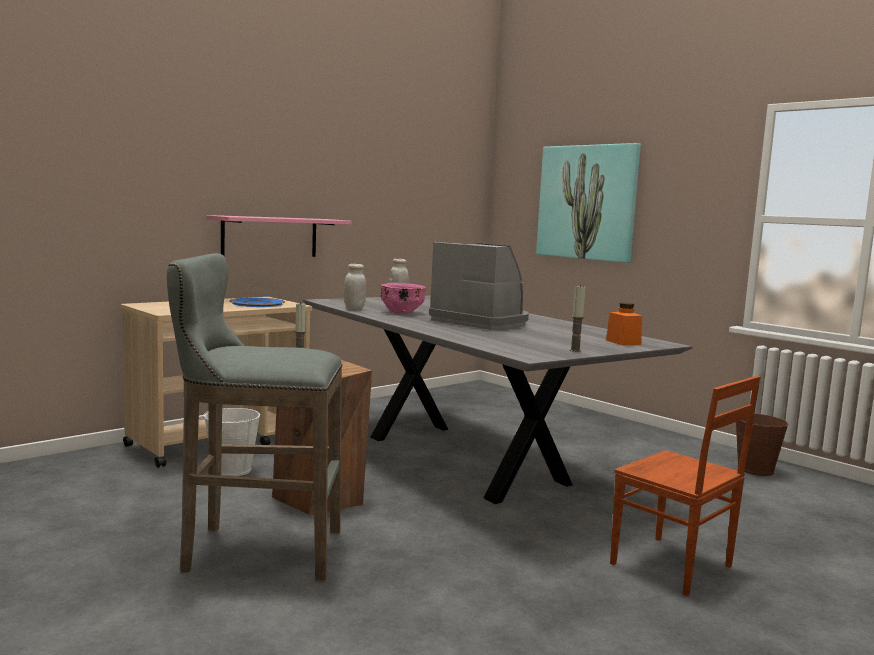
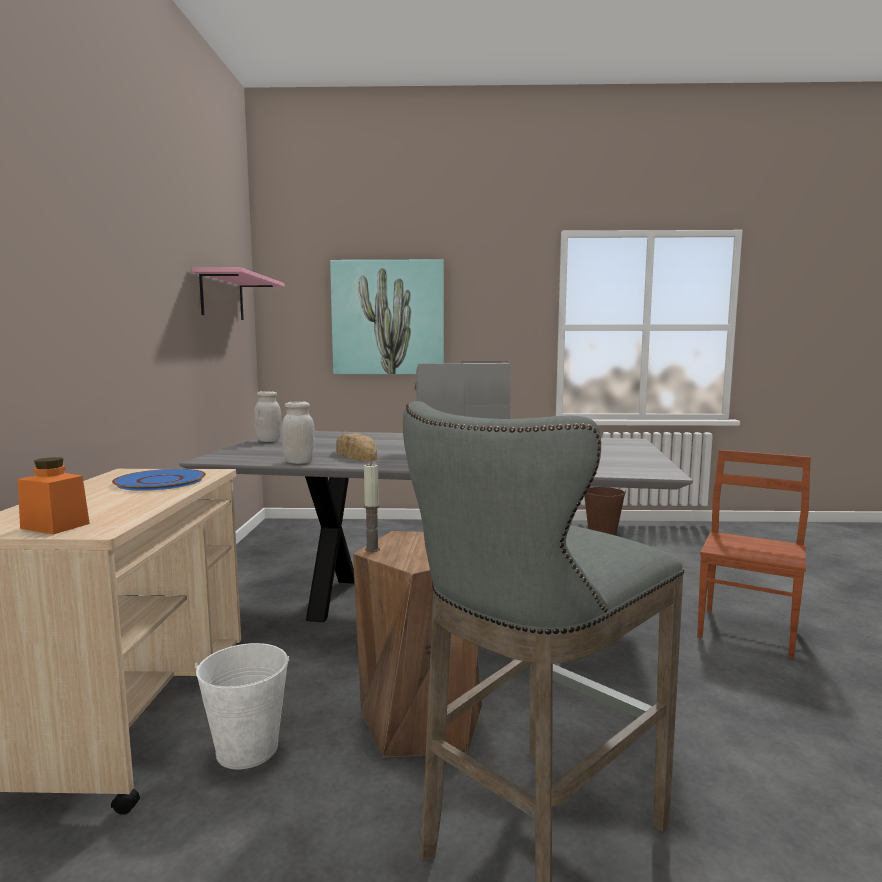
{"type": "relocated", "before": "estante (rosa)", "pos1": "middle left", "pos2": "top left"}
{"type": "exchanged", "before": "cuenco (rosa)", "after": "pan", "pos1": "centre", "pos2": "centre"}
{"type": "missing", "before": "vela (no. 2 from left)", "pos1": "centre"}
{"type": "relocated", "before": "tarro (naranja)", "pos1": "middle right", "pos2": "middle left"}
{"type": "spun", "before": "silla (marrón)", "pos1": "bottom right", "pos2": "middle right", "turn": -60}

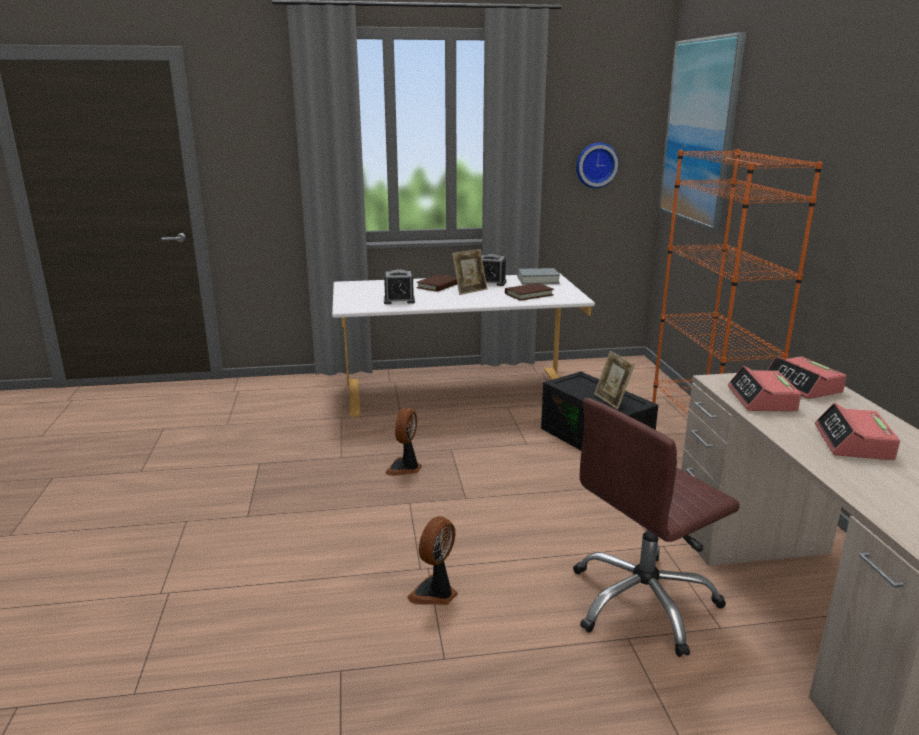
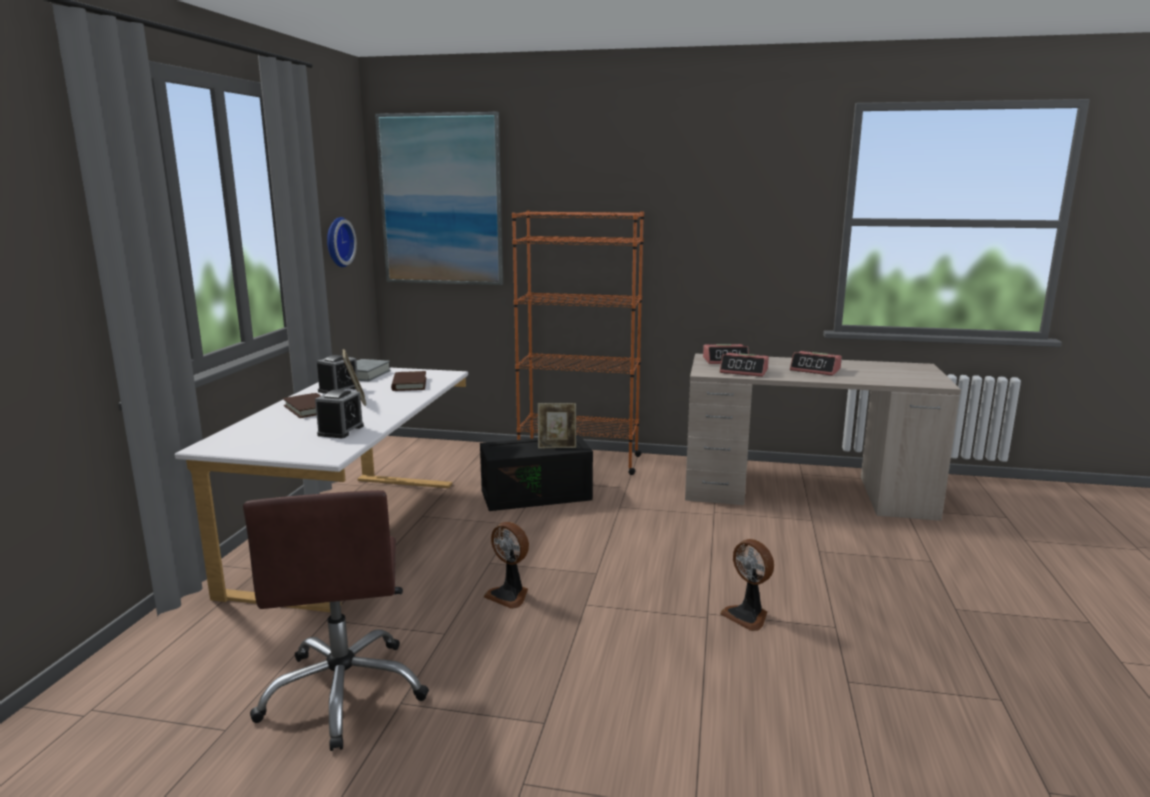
{"type": "relocated", "before": "silla de oficina (marrón)", "pos1": "bottom right", "pos2": "bottom left"}

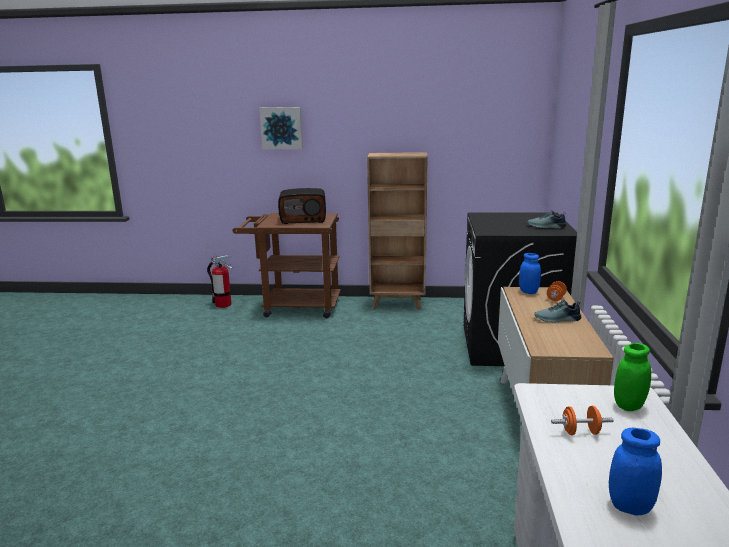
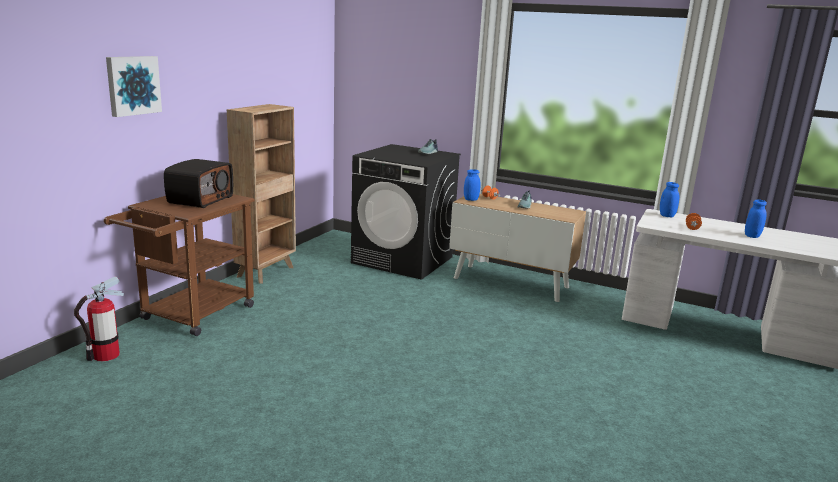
{"type": "colour", "before": "tarro (verde)", "after": "tarro (azul) (no. 2 from left)", "pos1": "bottom right", "pos2": "middle right"}

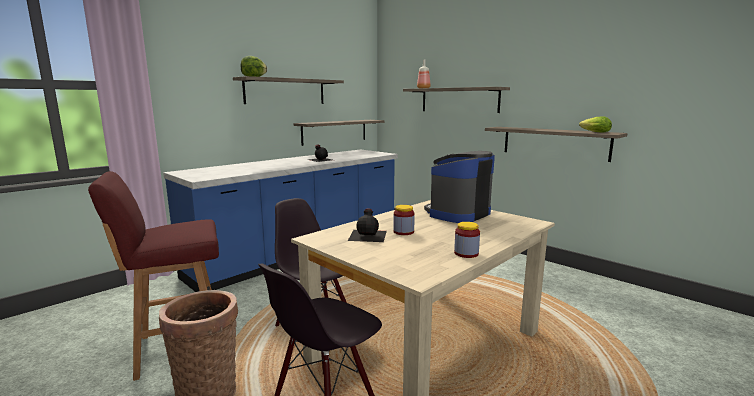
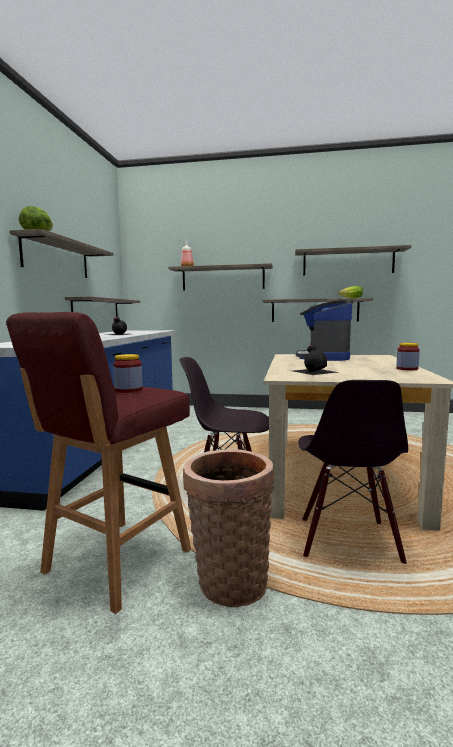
{"type": "relocated", "before": "tarro (no. 1 from left)", "pos1": "centre", "pos2": "middle left"}
{"type": "appeared", "after": "estante (no. 5 from left)", "pos2": "middle right"}

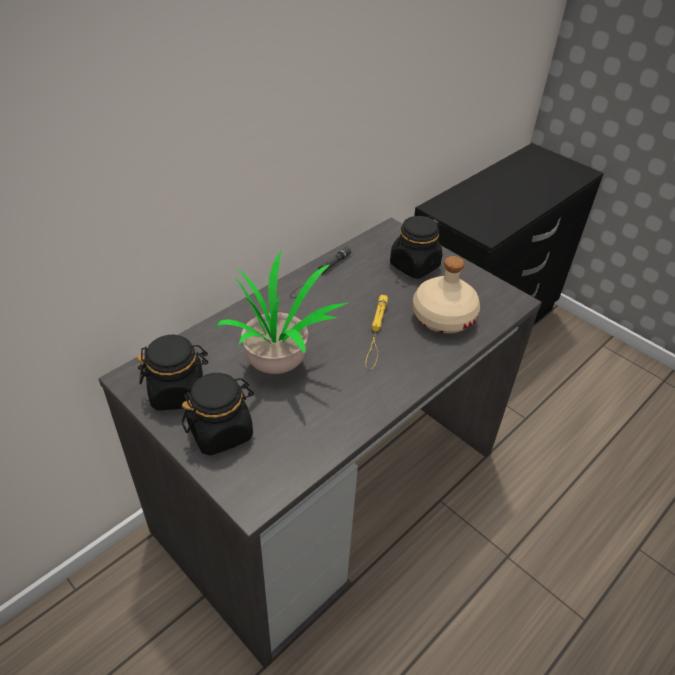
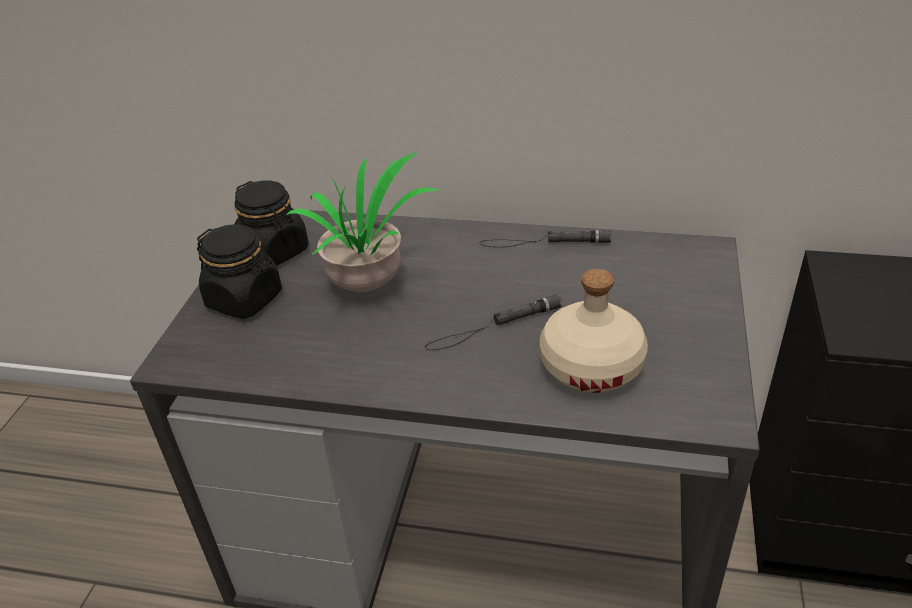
{"type": "missing", "before": "tarro (negro) (no. 3 from left)", "pos1": "centre"}
{"type": "colour", "before": "linterna (amarillo)", "after": "linterna (negro) (no. 1 from left)", "pos1": "centre", "pos2": "centre"}

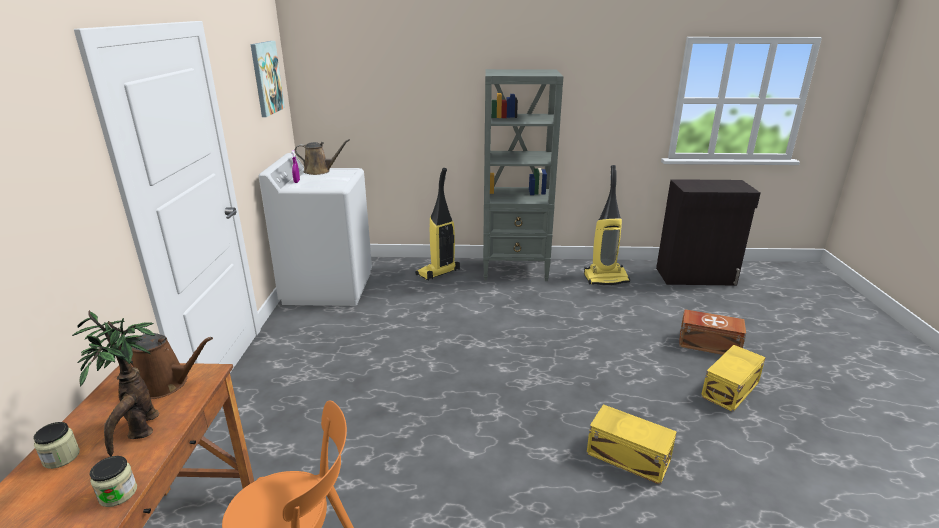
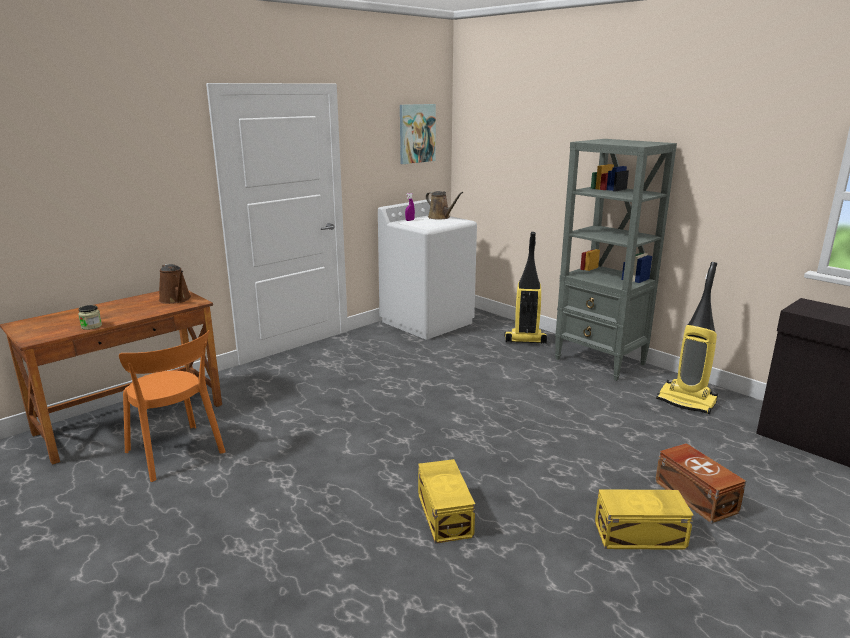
{"type": "missing", "before": "planta en maceta", "pos1": "bottom left"}
{"type": "missing", "before": "tarro (no. 1 from left)", "pos1": "bottom left"}

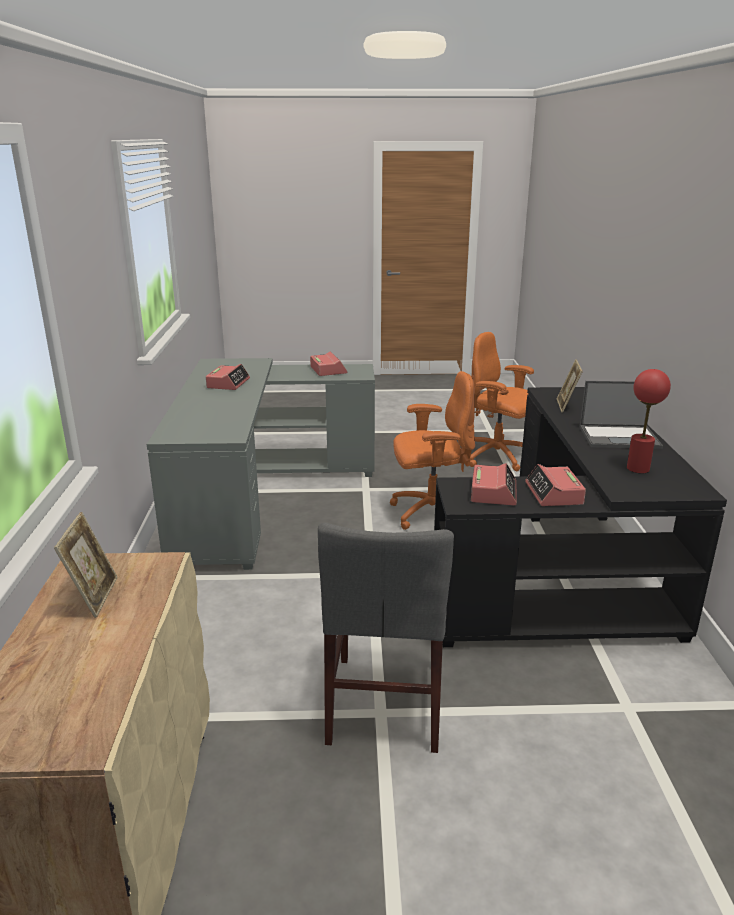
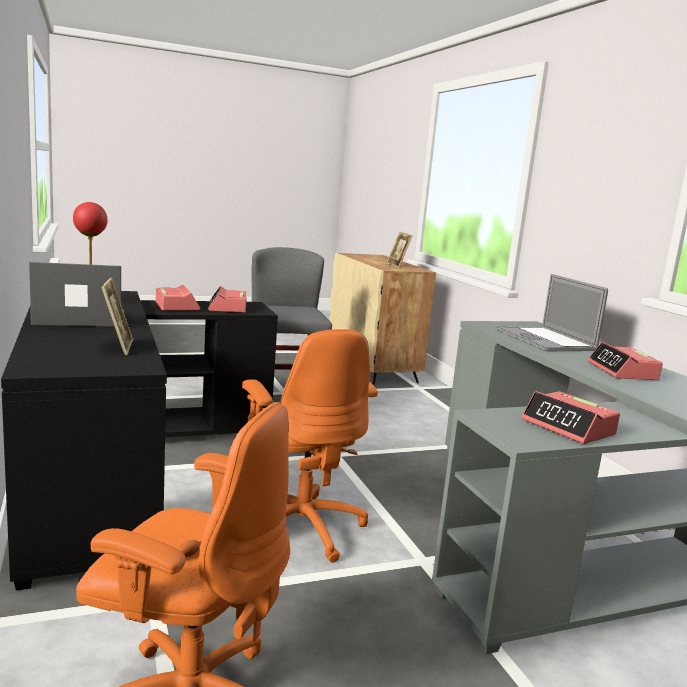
{"type": "spun", "before": "silla de oficina (naranja) (no. 1 from left in the first image)", "pos1": "centre", "pos2": "centre", "turn": -90}
{"type": "appeared", "after": "portátil (no. 2 from left)", "pos2": "middle right"}

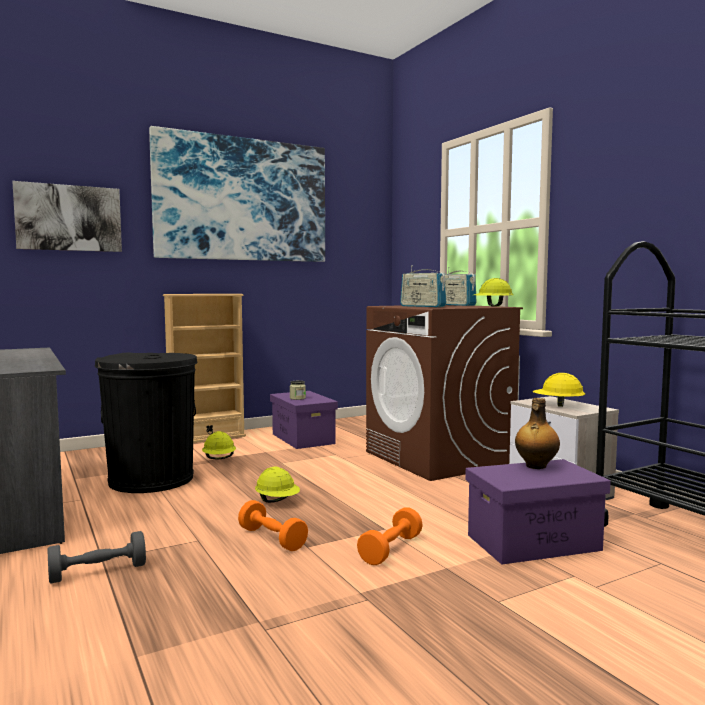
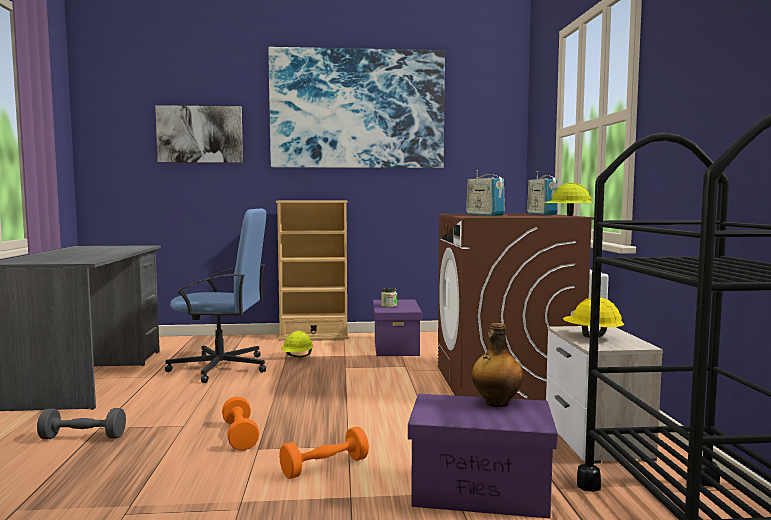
{"type": "exchanged", "before": "papelera (negro)", "after": "silla de oficina (azul)", "pos1": "middle left", "pos2": "middle left"}
{"type": "missing", "before": "casco (amarillo) (no. 2 from left)", "pos1": "bottom centre"}

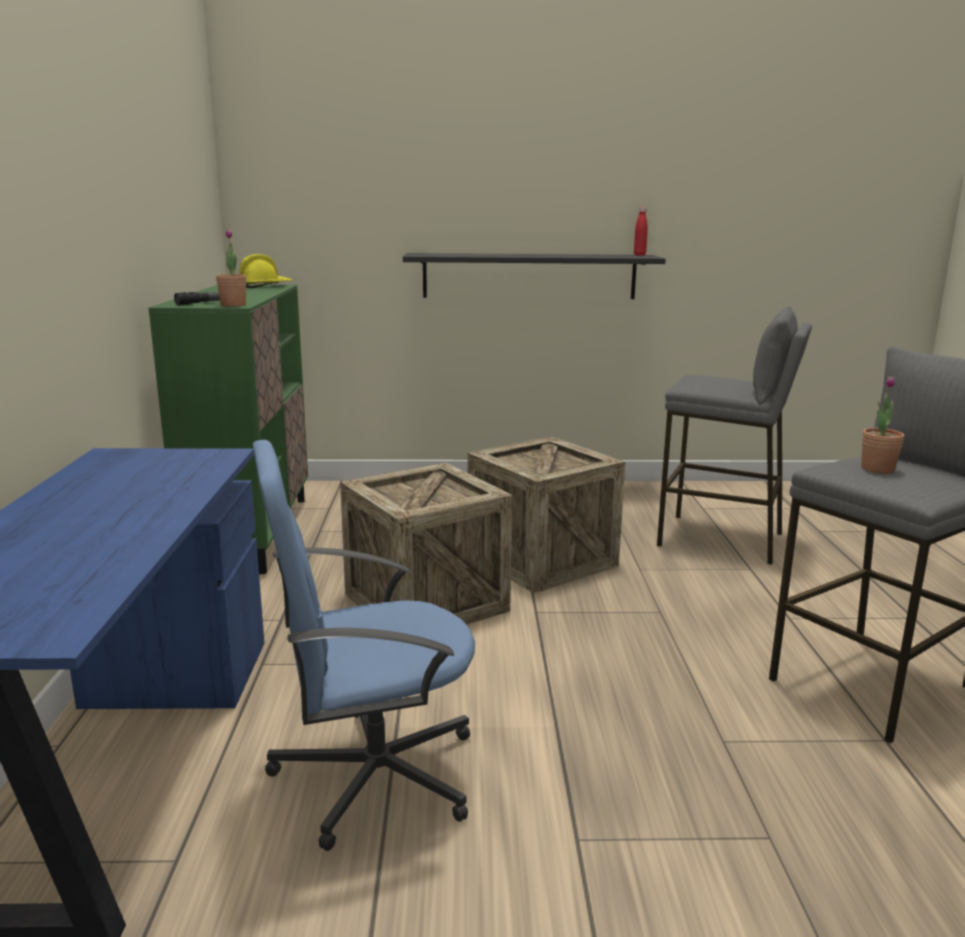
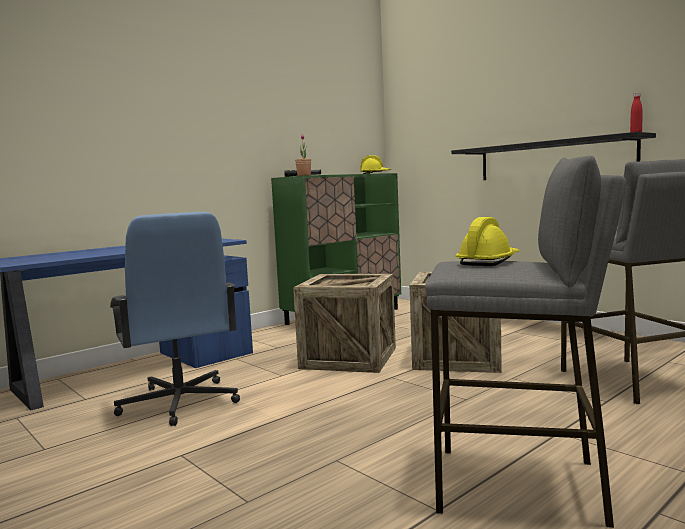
{"type": "exchanged", "before": "planta en maceta (no. 2 from left)", "after": "casco (amarillo) (no. 2 from left)", "pos1": "middle right", "pos2": "middle right"}
{"type": "spun", "before": "silla de oficina (azul)", "pos1": "bottom centre", "pos2": "middle left", "turn": -150}

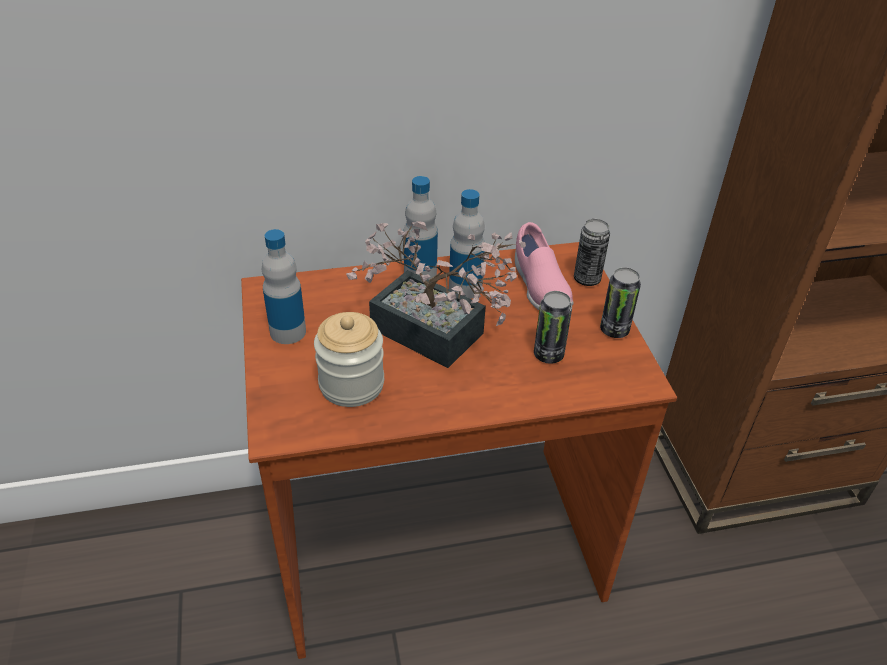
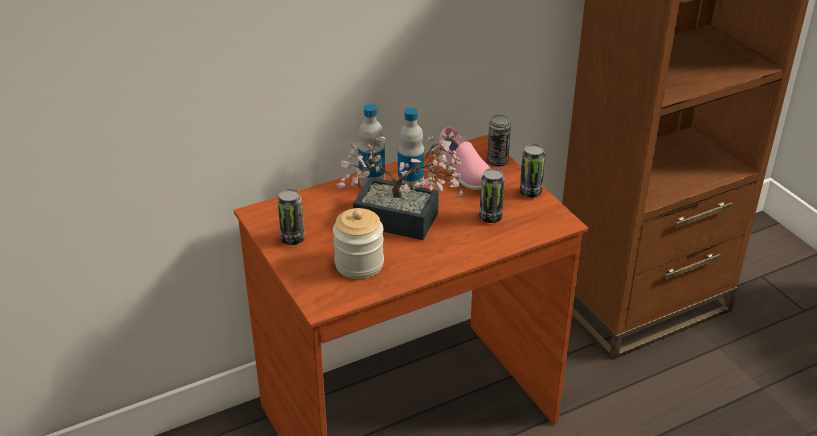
{"type": "exchanged", "before": "botella (no. 1 from left)", "after": "lata (no. 1 from left)", "pos1": "middle left", "pos2": "centre"}

